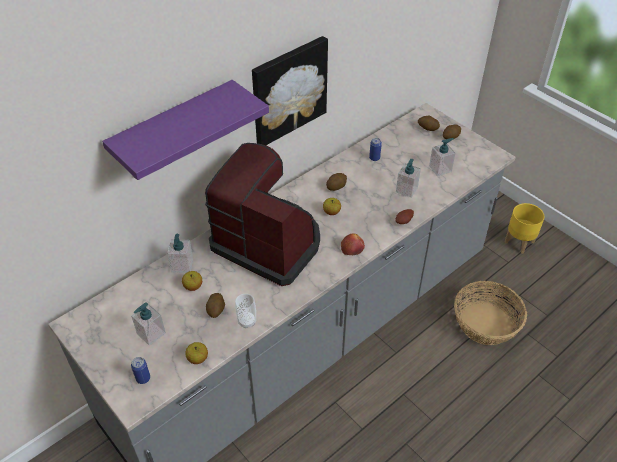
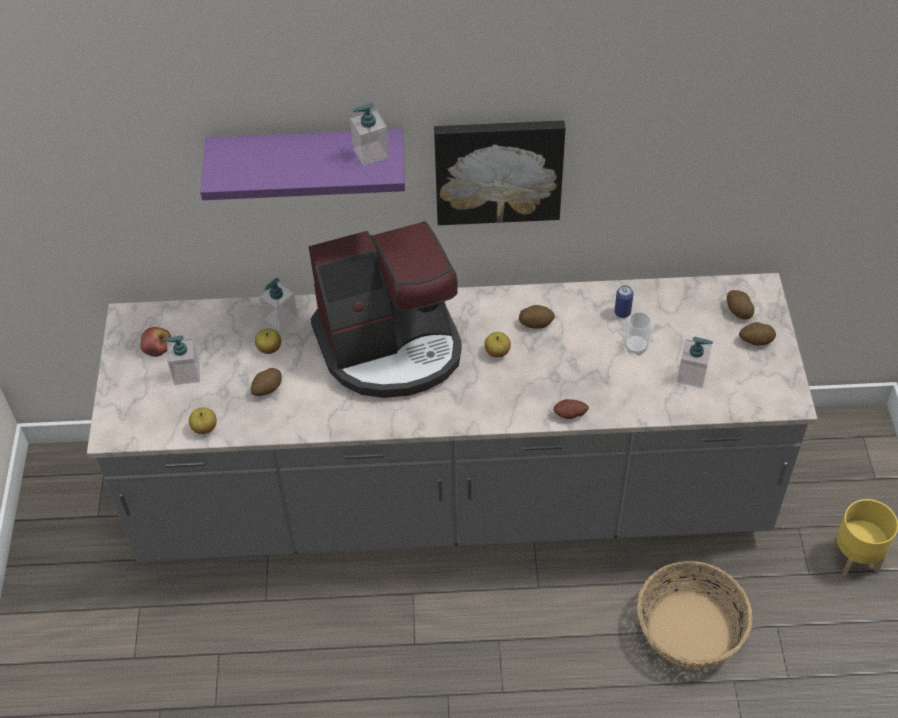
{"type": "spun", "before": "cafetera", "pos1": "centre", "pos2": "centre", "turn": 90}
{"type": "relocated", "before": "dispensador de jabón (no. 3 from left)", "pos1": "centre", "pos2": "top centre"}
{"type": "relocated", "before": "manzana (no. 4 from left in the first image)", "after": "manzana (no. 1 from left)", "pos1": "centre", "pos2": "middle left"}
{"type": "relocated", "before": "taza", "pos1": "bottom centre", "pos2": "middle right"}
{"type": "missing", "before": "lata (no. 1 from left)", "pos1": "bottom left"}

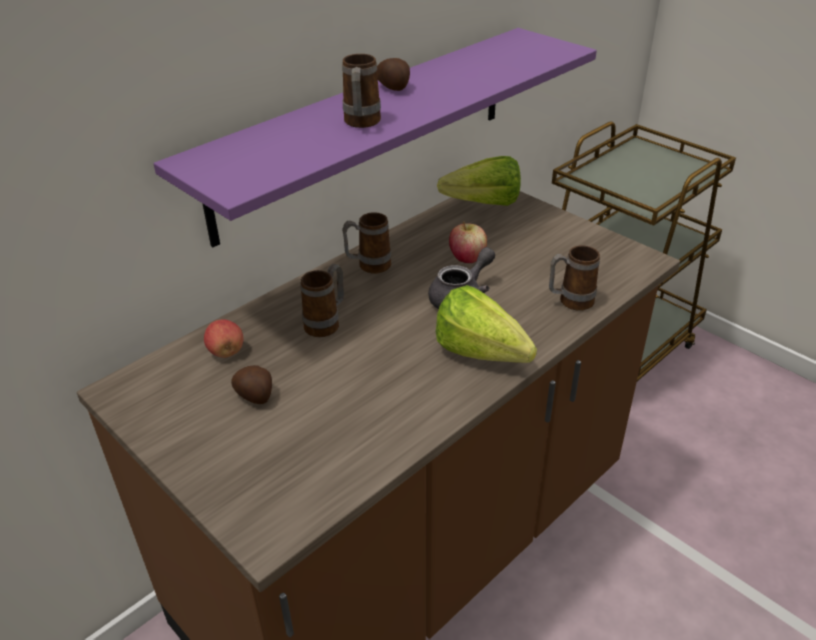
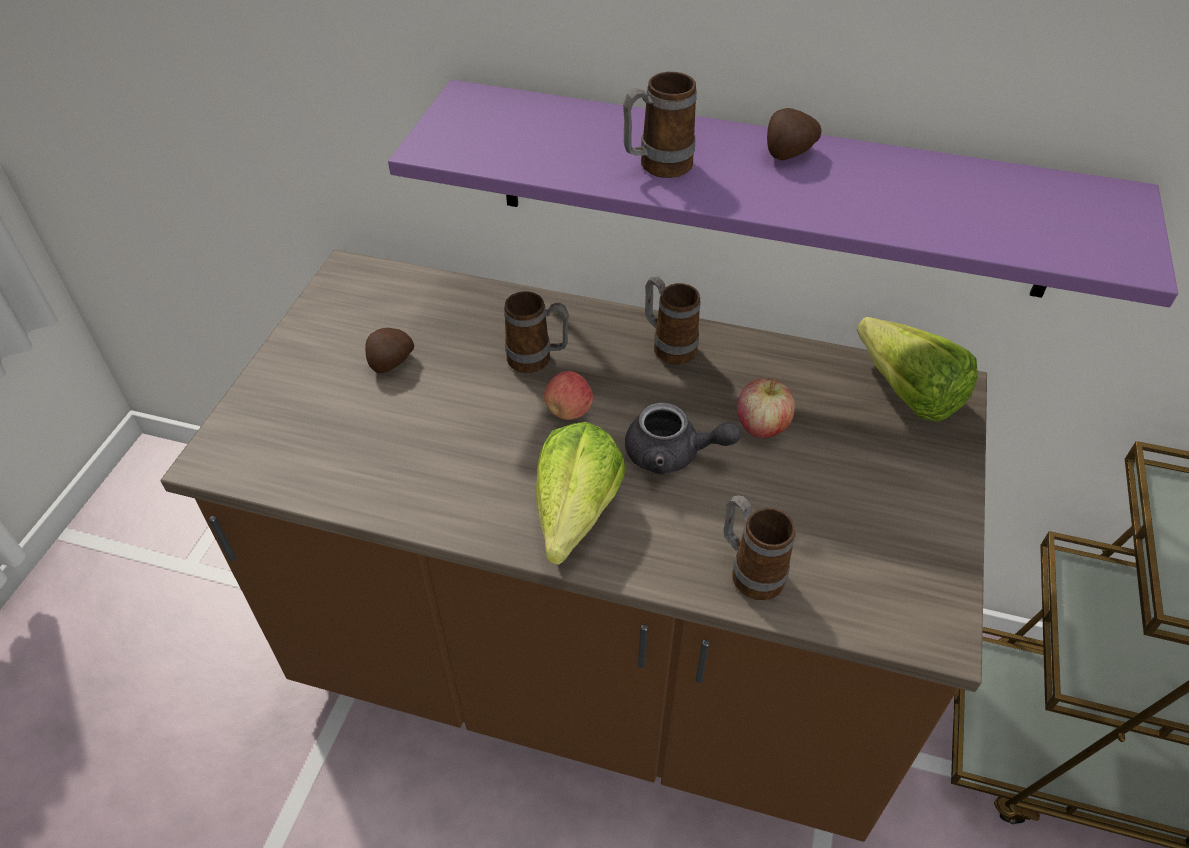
{"type": "relocated", "before": "manzana (no. 1 from left)", "pos1": "middle left", "pos2": "centre"}

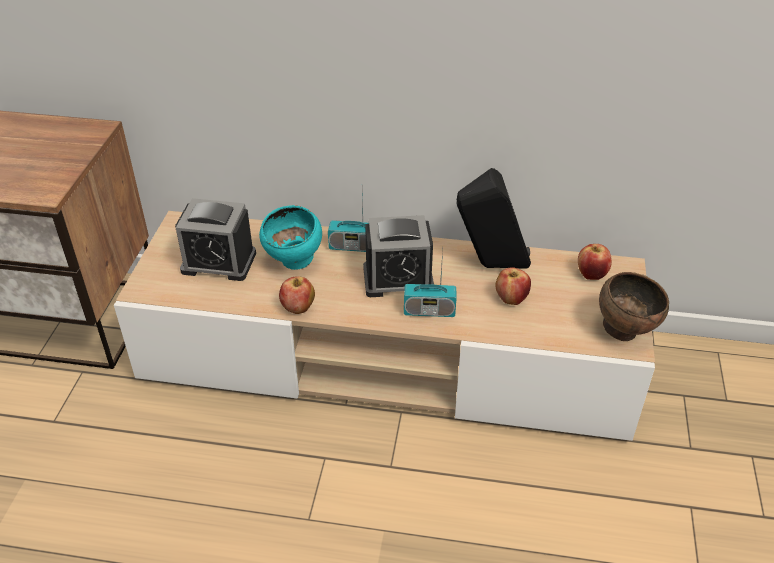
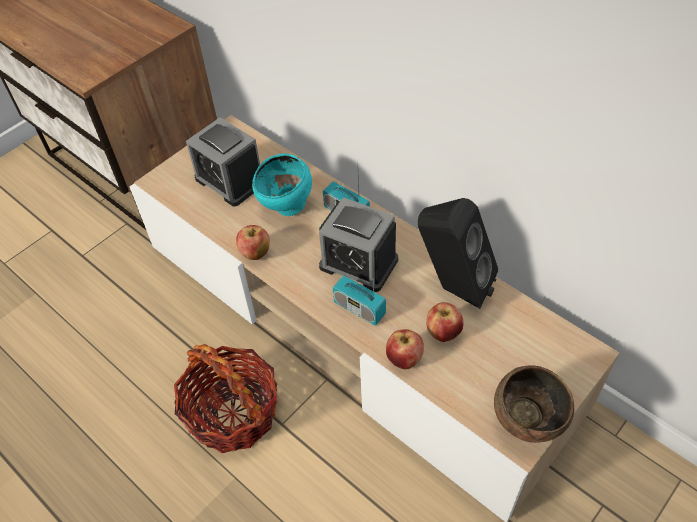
{"type": "relocated", "before": "manzana (no. 3 from left in the first image)", "after": "manzana (no. 2 from left)", "pos1": "middle right", "pos2": "bottom centre"}
{"type": "appeared", "after": "cesta", "pos2": "bottom left"}

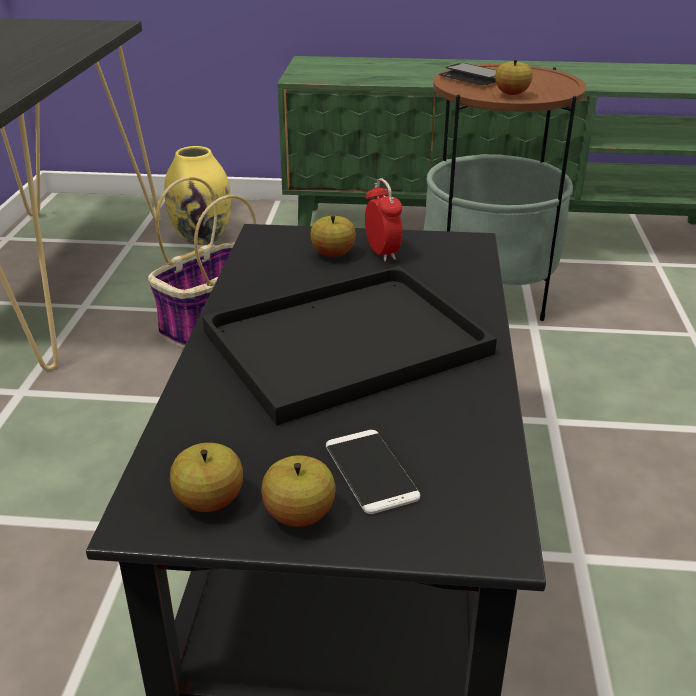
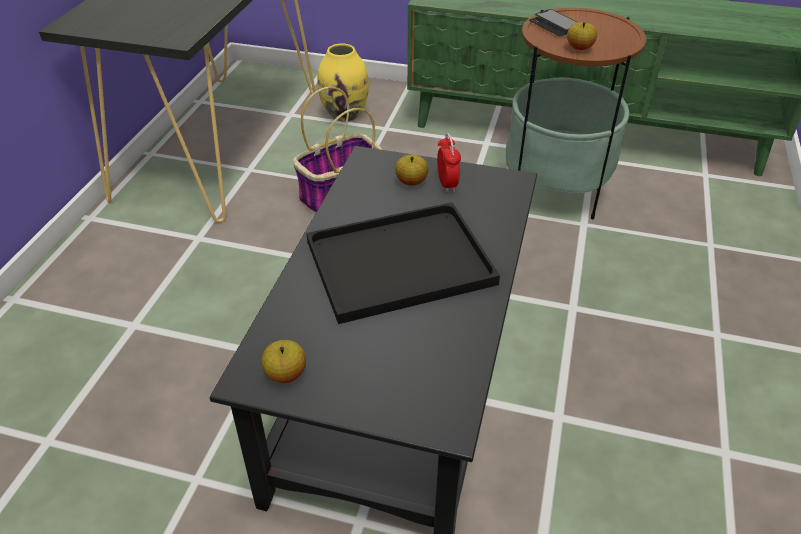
{"type": "missing", "before": "móvil (no. 1 from left)", "pos1": "bottom centre"}
{"type": "missing", "before": "manzana (no. 2 from left)", "pos1": "bottom centre"}

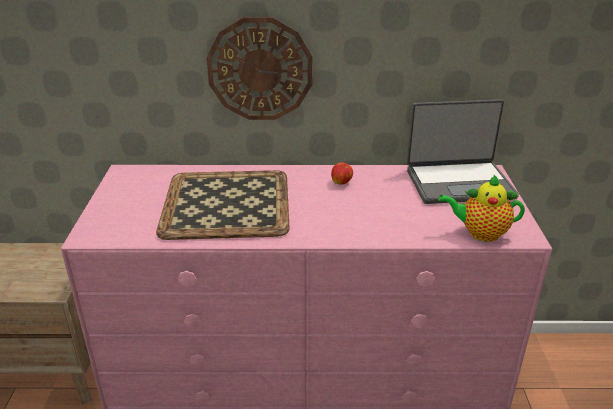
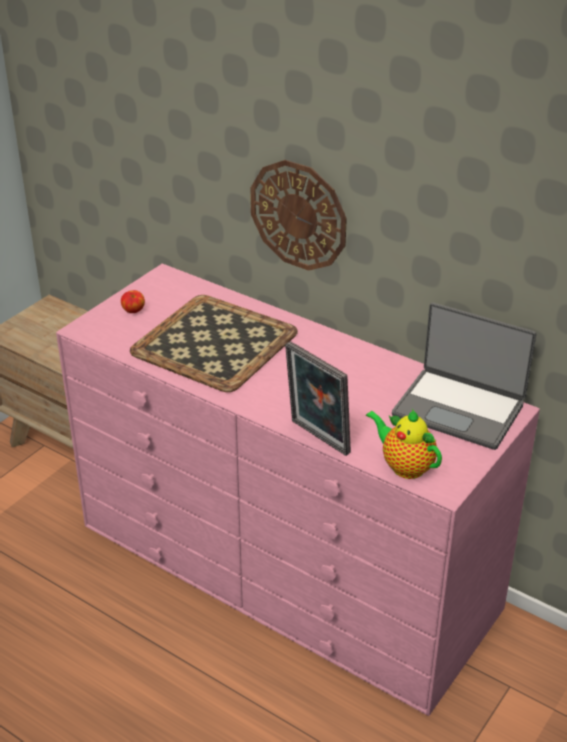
{"type": "relocated", "before": "manzana", "pos1": "centre", "pos2": "middle left"}
{"type": "appeared", "after": "portarretratos", "pos2": "centre"}

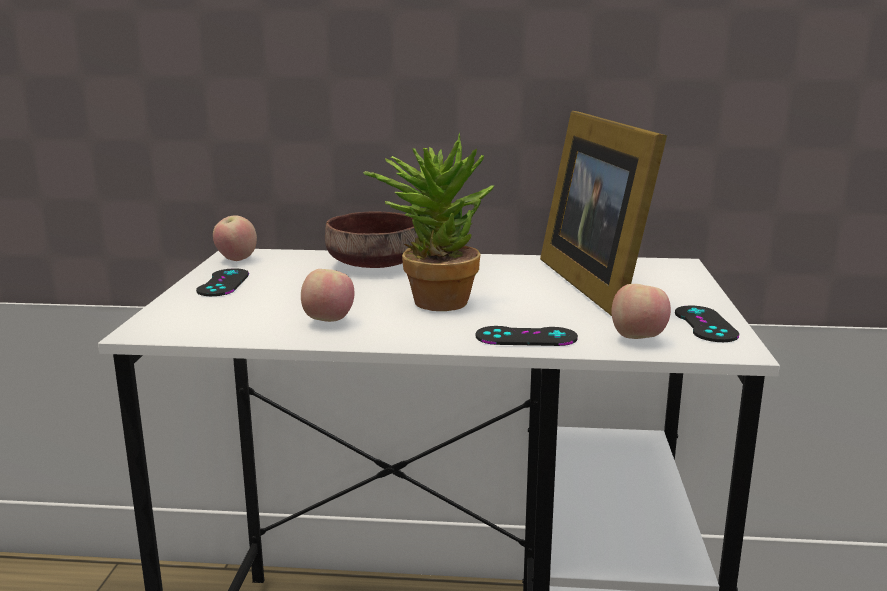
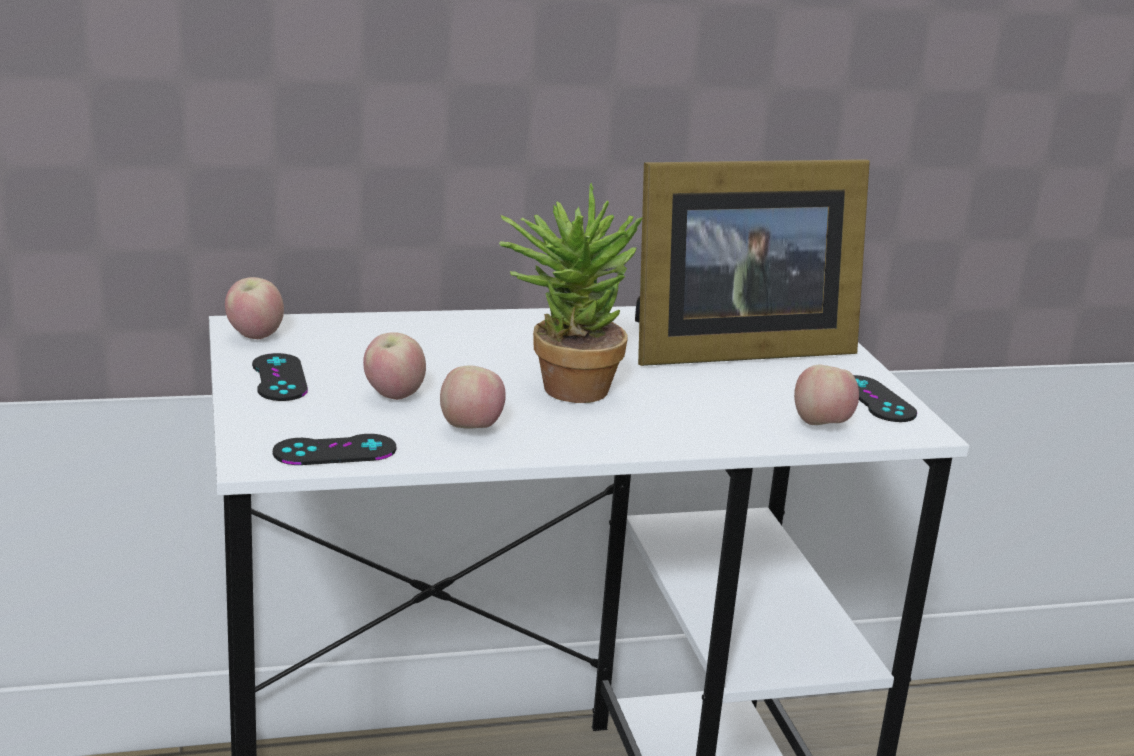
{"type": "spun", "before": "portarretratos", "pos1": "middle right", "pos2": "centre", "turn": -75}
{"type": "missing", "before": "cuenco (marrón)", "pos1": "centre"}
{"type": "relocated", "before": "mando de consola (negro) (no. 2 from left)", "pos1": "centre", "pos2": "middle left"}
{"type": "appeared", "after": "manzana (no. 2 from left)", "pos2": "centre"}

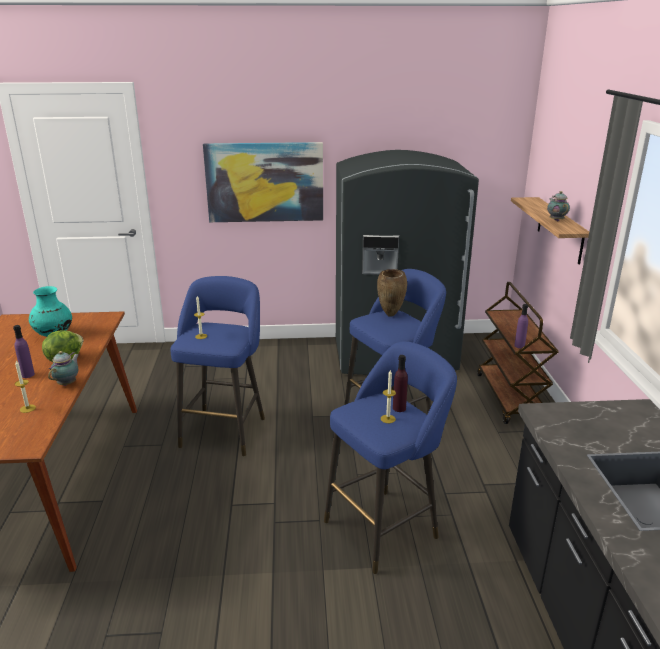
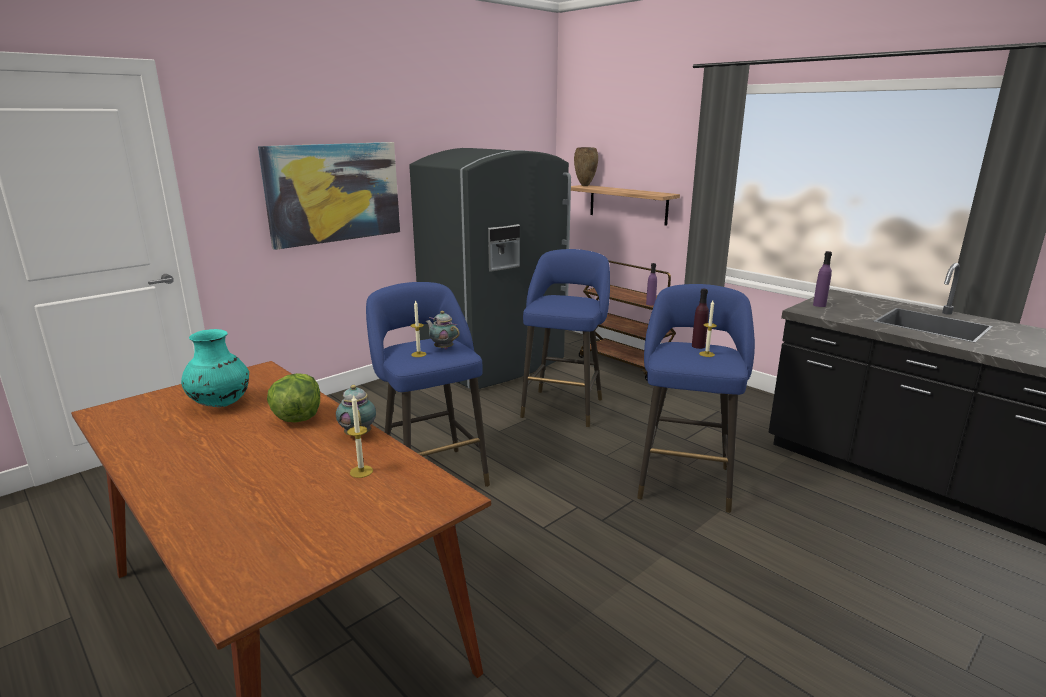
{"type": "relocated", "before": "tetera (no. 2 from left)", "pos1": "top right", "pos2": "centre"}
{"type": "relocated", "before": "florero (marrón)", "pos1": "centre", "pos2": "top centre"}
{"type": "relocated", "before": "botella (morado) (no. 1 from left in the first image)", "after": "botella (morado) (no. 3 from left)", "pos1": "middle left", "pos2": "middle right"}

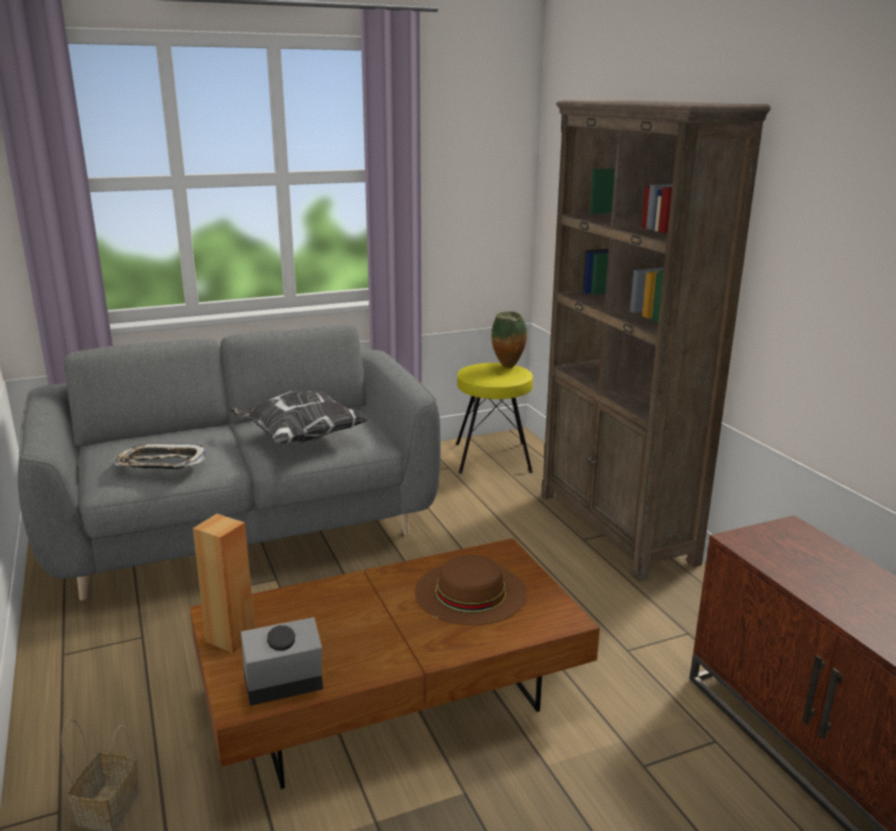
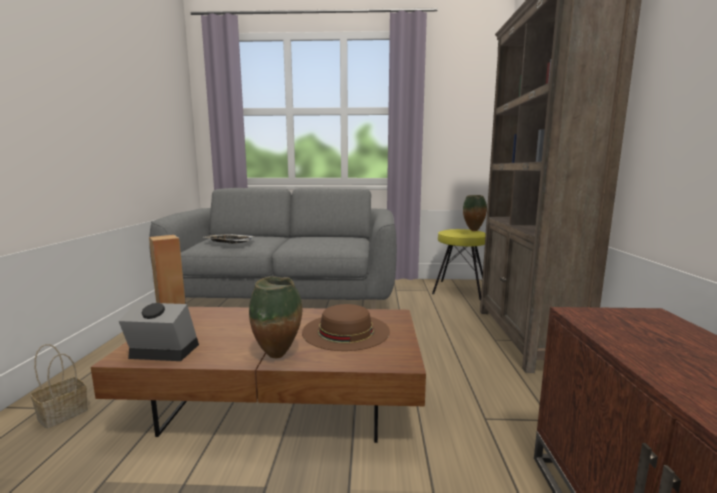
{"type": "missing", "before": "cojín", "pos1": "centre"}
{"type": "appeared", "after": "florero (no. 1 from left)", "pos2": "centre"}

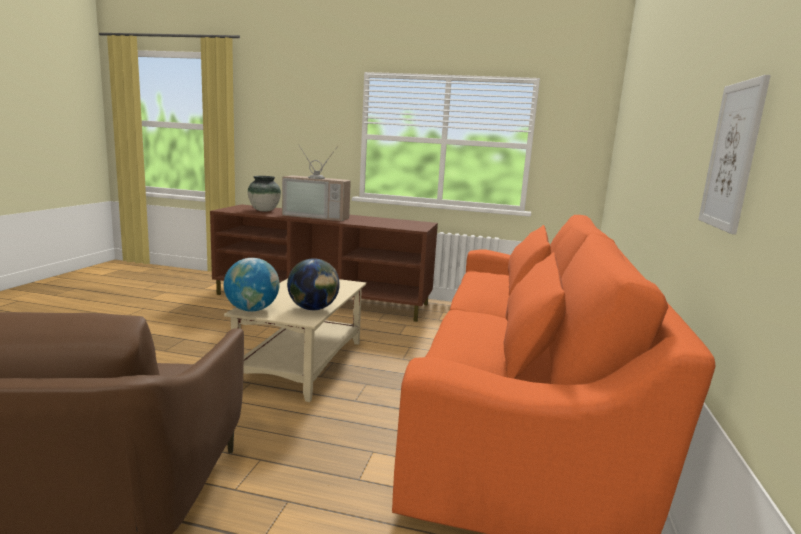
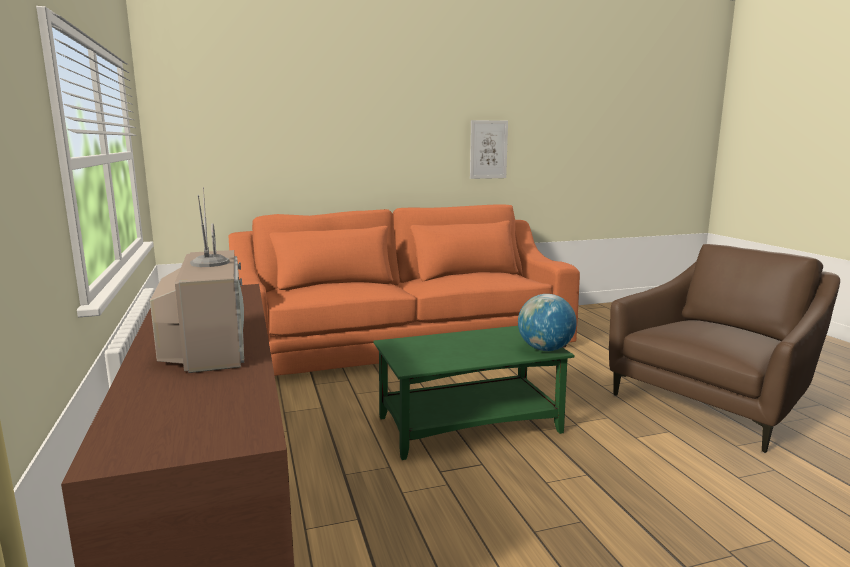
{"type": "missing", "before": "florero", "pos1": "middle left"}
{"type": "missing", "before": "globo terráqueo (no. 2 from left)", "pos1": "centre"}
{"type": "colour", "before": "mesa de centro (beis)", "after": "mesa de centro (verde)", "pos1": "centre", "pos2": "bottom centre"}

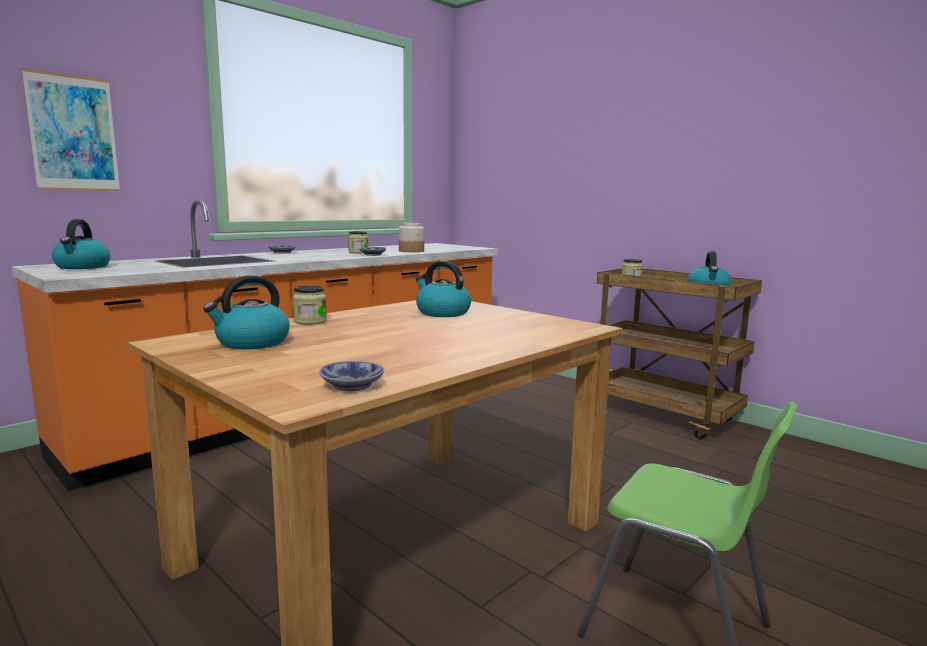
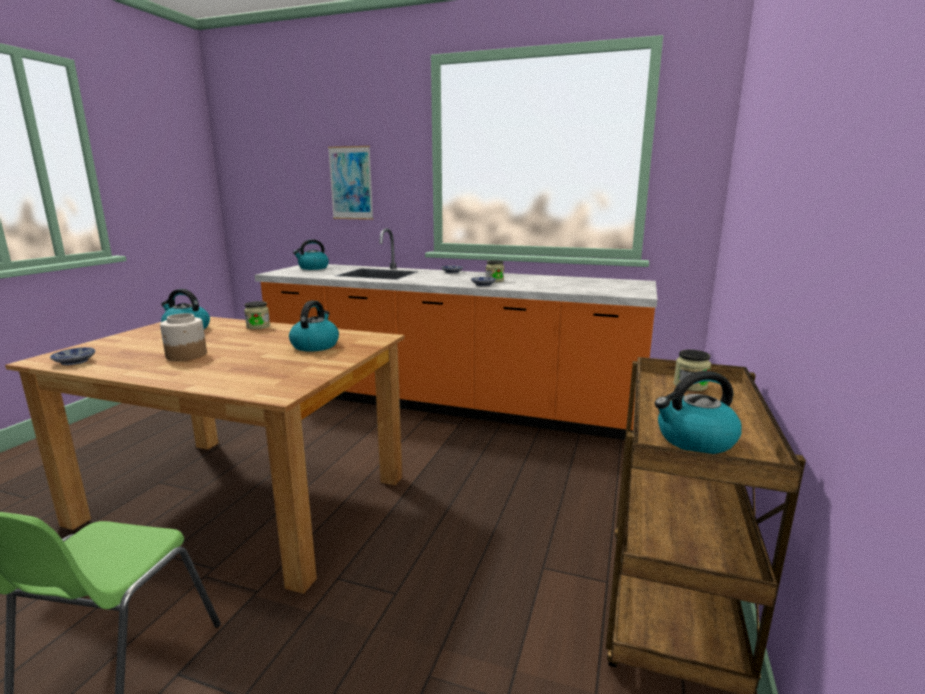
{"type": "relocated", "before": "tarro (no. 3 from left in the first image)", "after": "tarro (no. 1 from left)", "pos1": "centre", "pos2": "middle left"}

